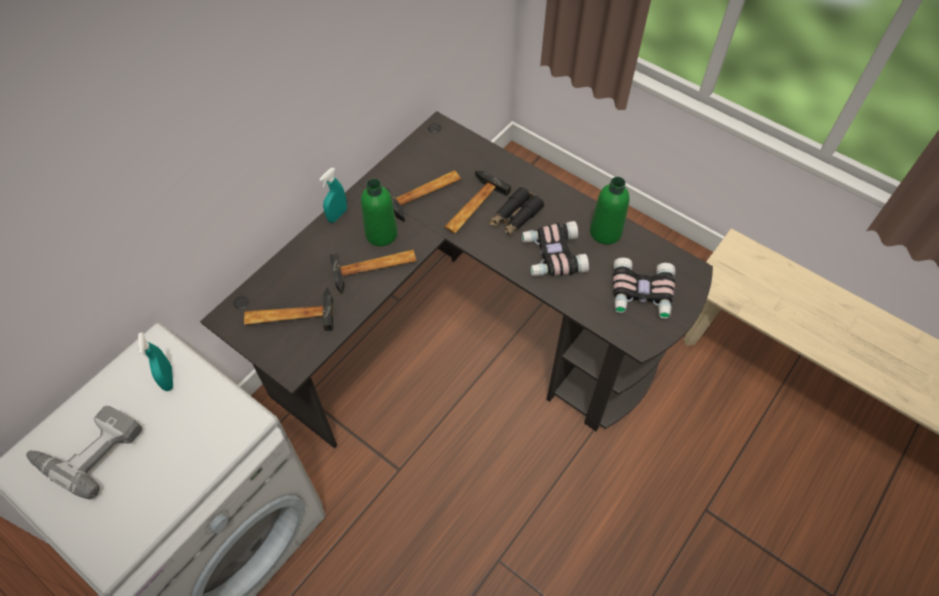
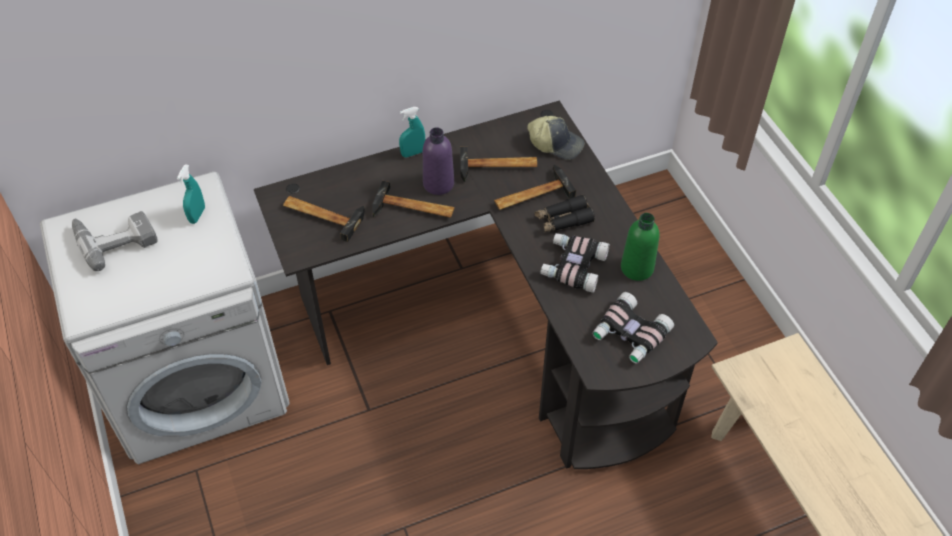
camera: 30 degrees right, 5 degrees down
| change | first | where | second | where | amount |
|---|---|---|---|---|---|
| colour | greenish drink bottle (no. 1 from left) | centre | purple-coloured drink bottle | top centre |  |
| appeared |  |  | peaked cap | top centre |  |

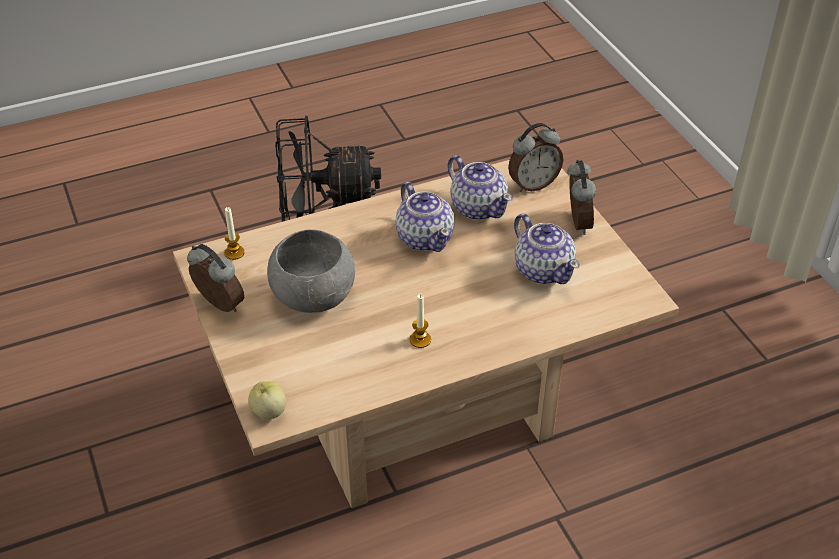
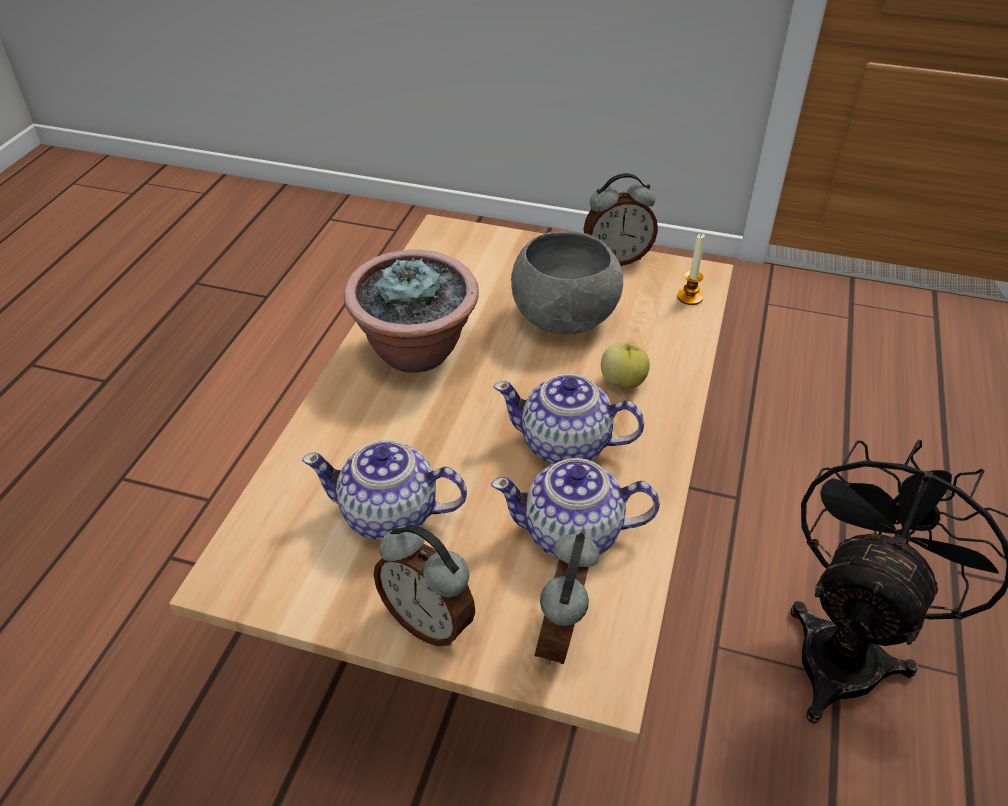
camera: 130 degrees right, 0 degrees up
| change | first | where | second | where | amount |
|---|---|---|---|---|---|
| relocated | whole apple | bottom left |  | centre |  |
| exchanged | wax candle (no. 2 from left) | centre | plant in a pot | centre |  |

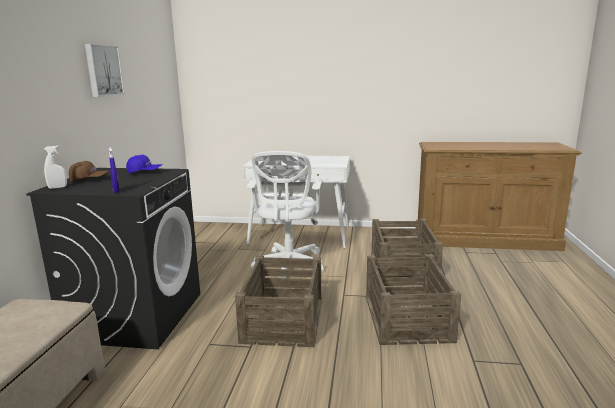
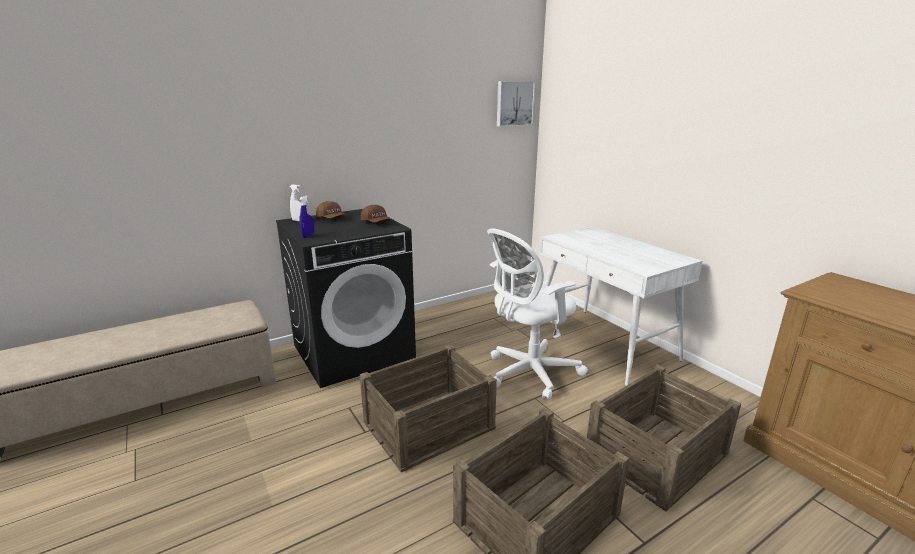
camera: 50 degrees right, 5 degrees up
| change | first | where | second | where | amount |
|---|---|---|---|---|---|
| relocated | wall picture | top left |  | top centre |  |
| colour | blue peaked cap | middle left | brown-coloured peaked cap (no. 2 from left) | centre |  |

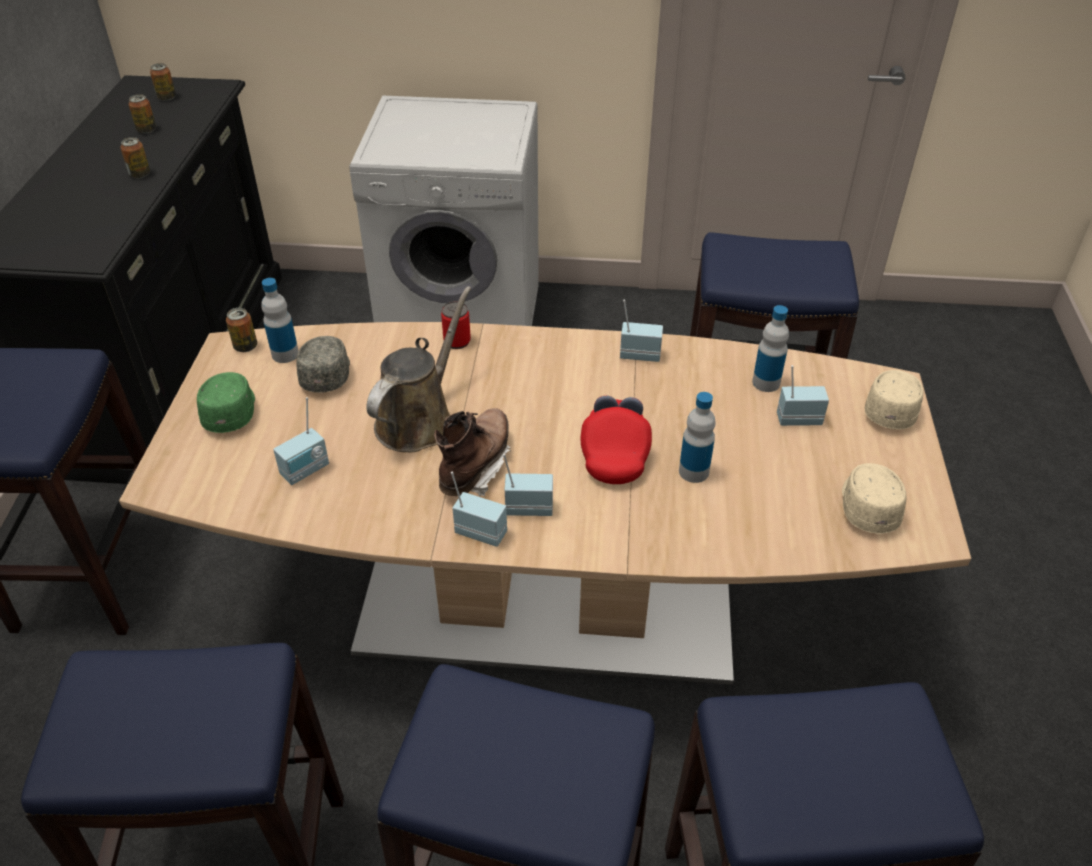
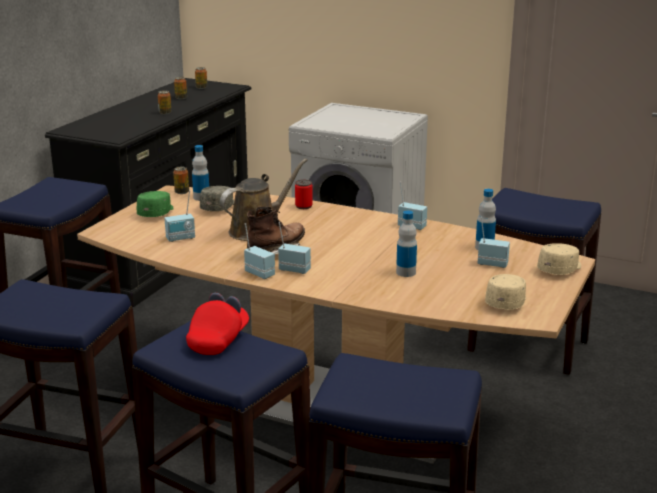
camera: 20 degrees right, 20 degrees down
| change | first | where | second | where | amount |
|---|---|---|---|---|---|
| relocated | red peaked cap | centre |  | middle left |  |

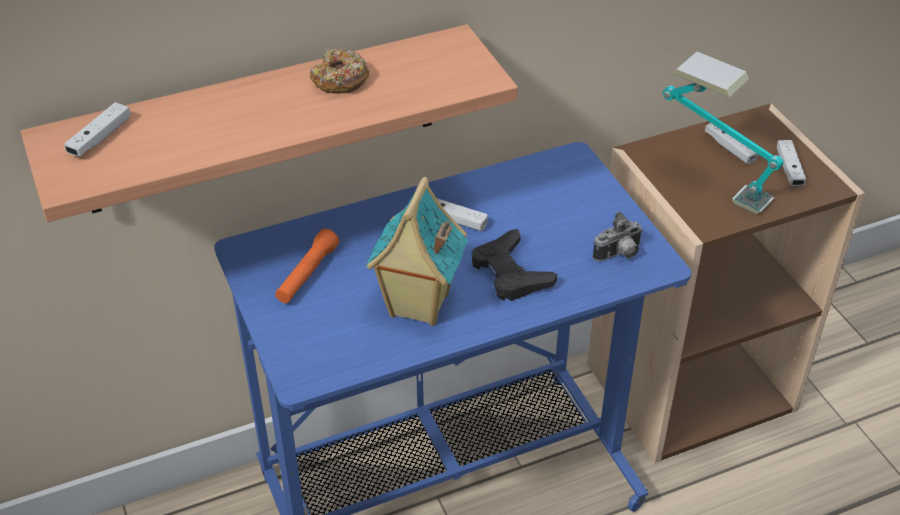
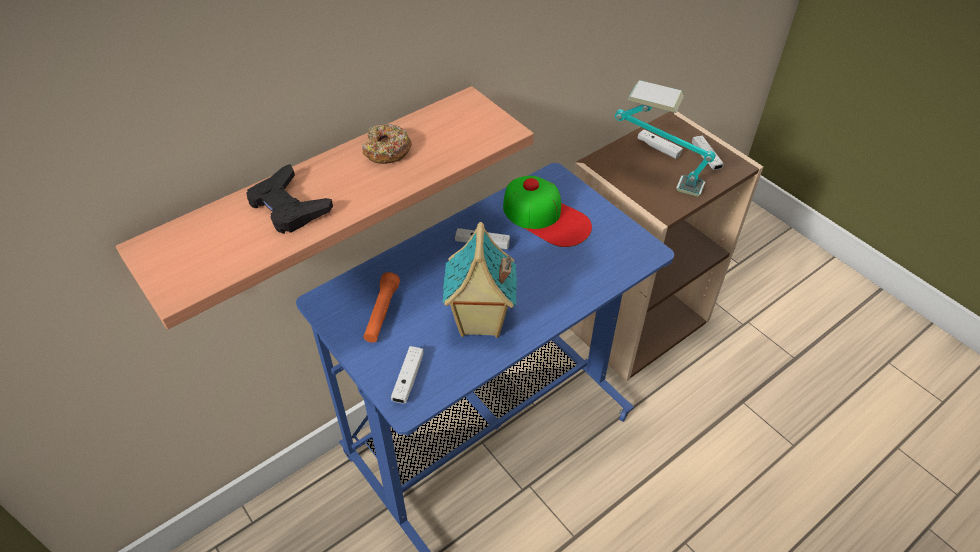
camera: 15 degrees left, 5 degrees up
| change | first | where | second | where | amount |
|---|---|---|---|---|---|
| relocated | white game controller (no. 1 from left) | top left |  | bottom centre |  |
| relocated | blackish game controller | centre |  | middle left |  |
| missing | photo camera | middle right |  |  |  |
| appeared |  |  | peaked cap | centre |  |

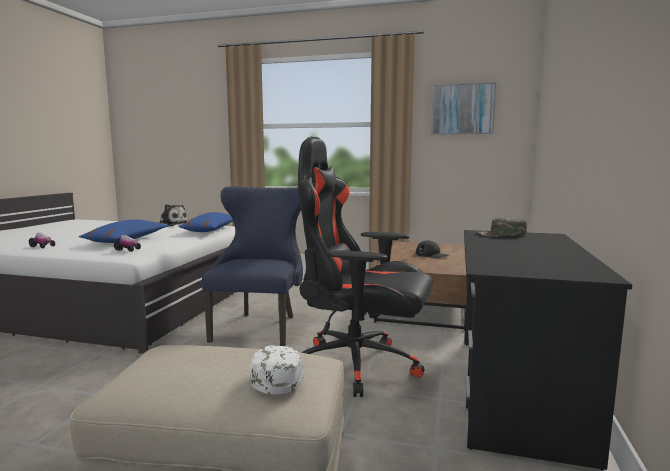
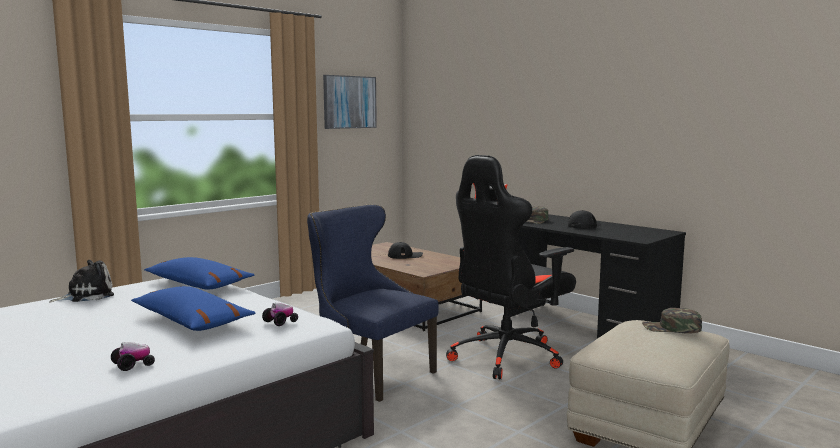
camera: 60 degrees left, 0 degrees up
| change | first | where | second | where | amount |
|---|---|---|---|---|---|
| colour | white peaked cap | bottom centre | greenish peaked cap (no. 2 from left) | bottom right |  |
| appeared |  |  | blackish peaked cap (no. 2 from left) | middle right |  |

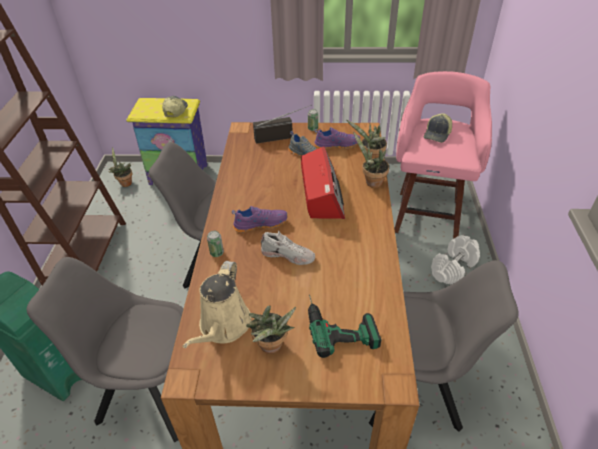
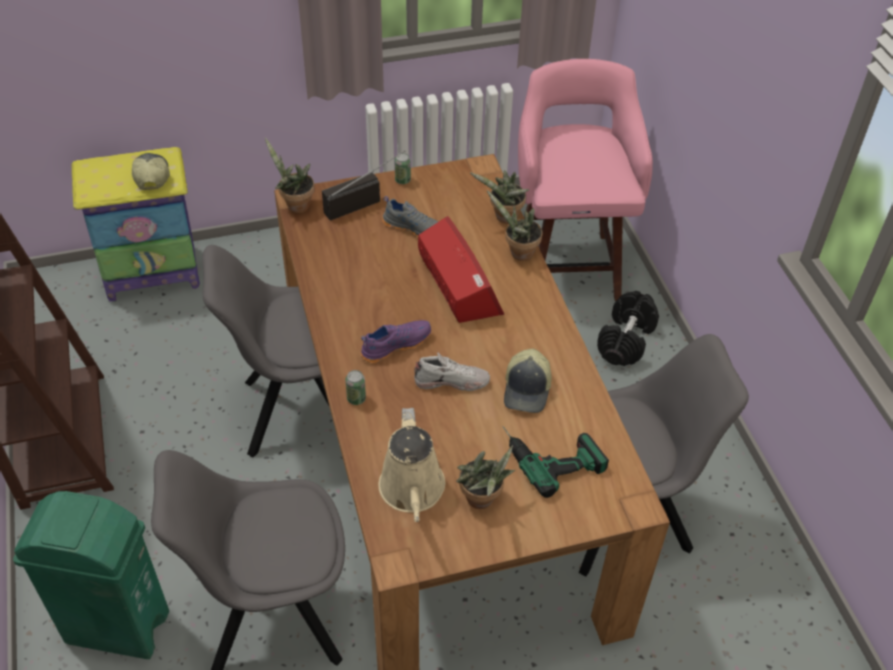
camera: 20 degrees left, 5 degrees up
| change | first | where | second | where | amount |
|---|---|---|---|---|---|
| relocated | plant in a pot (no. 1 from left) | middle left |  | top left |  |
| missing | purple-coloured item of footwear (no. 2 from left) | top centre |  |  |  |
| relocated | peaked cap (no. 2 from left) | top right |  | centre |  |
| colour | white hand weight | middle right | blackish hand weight | middle right |  |

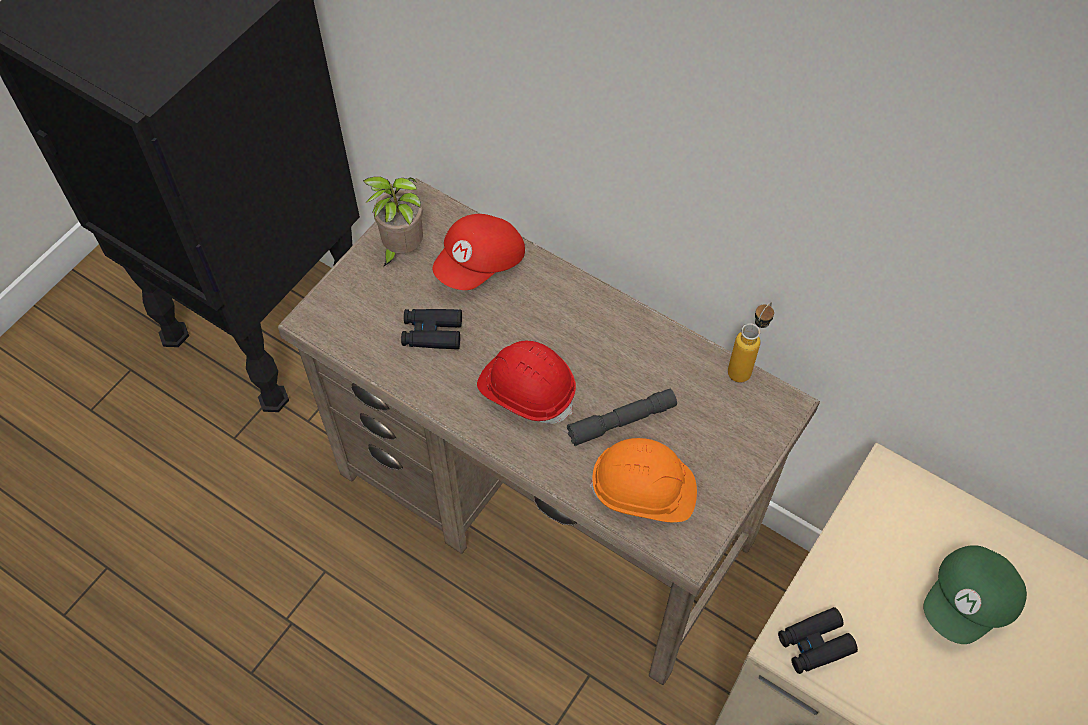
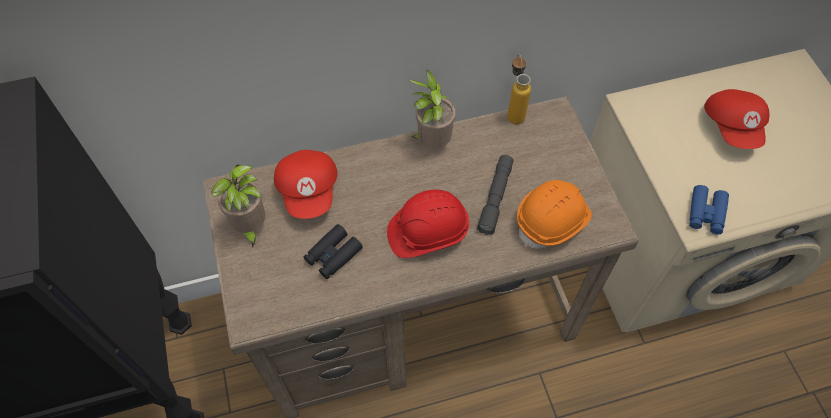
camera: 50 degrees left, 0 degrees up
| change | first | where | second | where | amount |
|---|---|---|---|---|---|
| colour | blackish binoculars (no. 2 from left) | bottom right | blue binoculars | middle right |  |
| colour | greenish peaked cap | bottom right | red peaked cap (no. 2 from left) | top right |  |
| appeared |  |  | plant in a pot (no. 2 from left) | top centre |  |

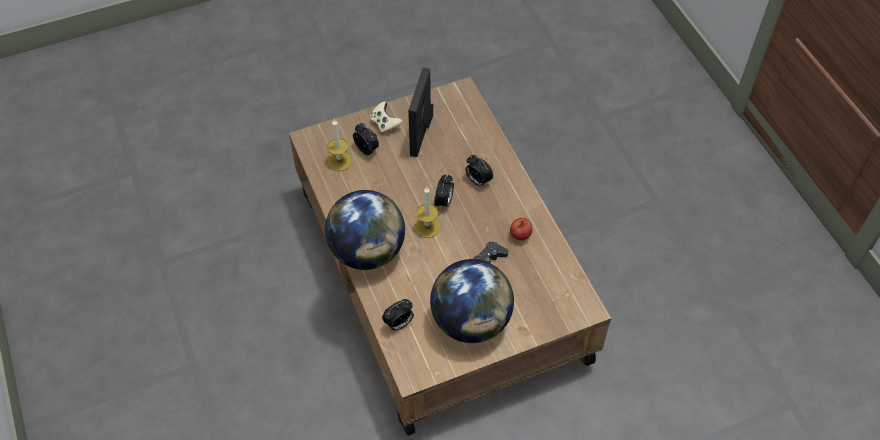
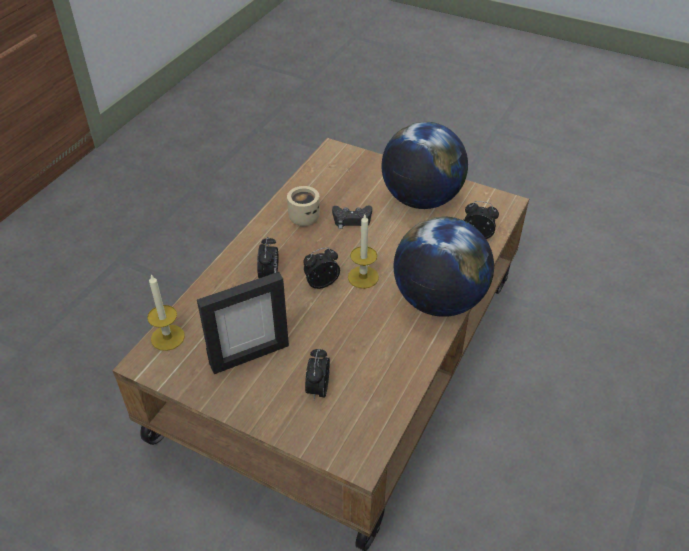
camera: 130 degrees left, 10 degrees down
| change | first | where | second | where | amount |
|---|---|---|---|---|---|
| relocated | wax candle (no. 1 from left) | top centre |  | middle left |  |
| missing | beige-coloured game controller | top centre |  |  |  |
| exchanged | whole apple | centre | beige-coloured tea mug | centre |  |

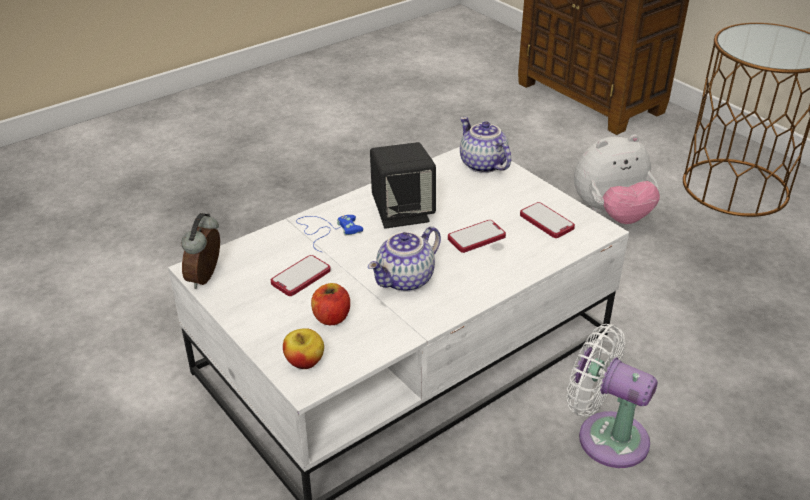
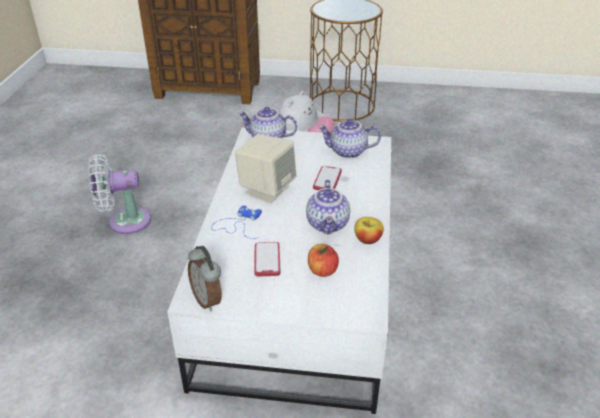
camera: 45 degrees left, 0 degrees up
| change | first | where | second | where | amount |
|---|---|---|---|---|---|
| relocated | whole apple (no. 1 from left in the first image) | bottom centre | whole apple (no. 2 from left) | centre |  |
| colour | blackish speaker | centre | beige-coloured speaker | centre |  |
| exchanged | telephone (no. 3 from left) | middle right | teapot (no. 3 from left) | top centre |  |
| relocated | white cooling fan | bottom right |  | middle left |  |

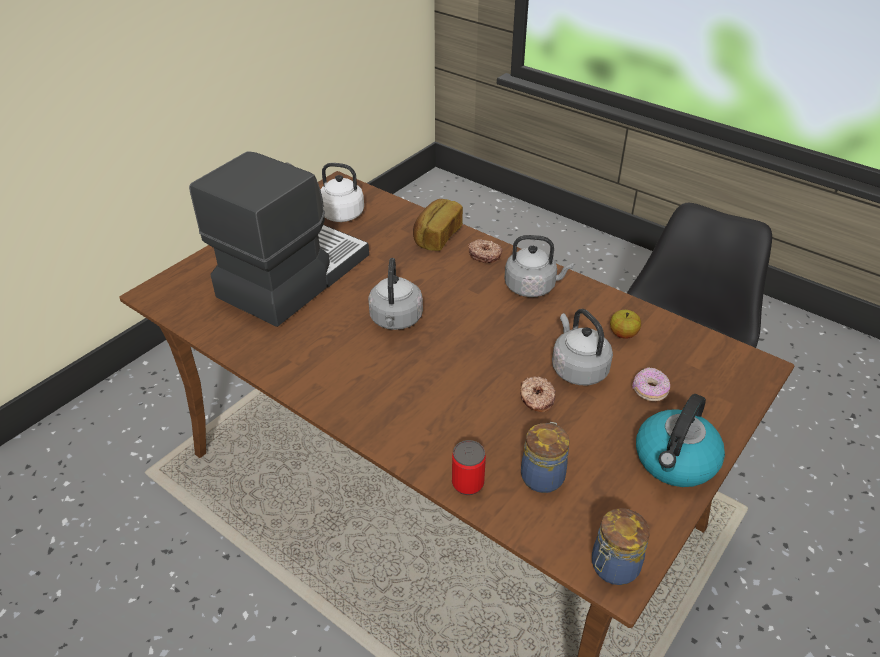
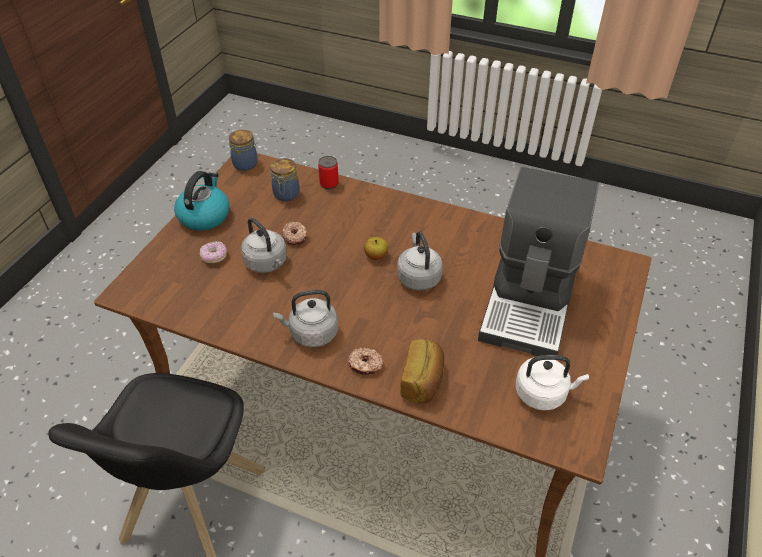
camera: 165 degrees right, 5 degrees up
| change | first | where | second | where | amount |
|---|---|---|---|---|---|
| relocated | whole apple | middle right |  | centre |  |

